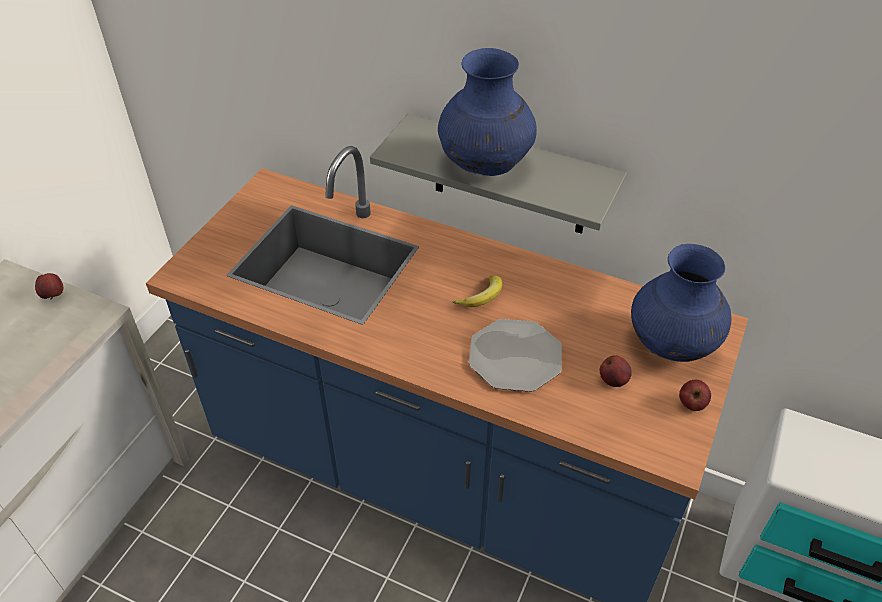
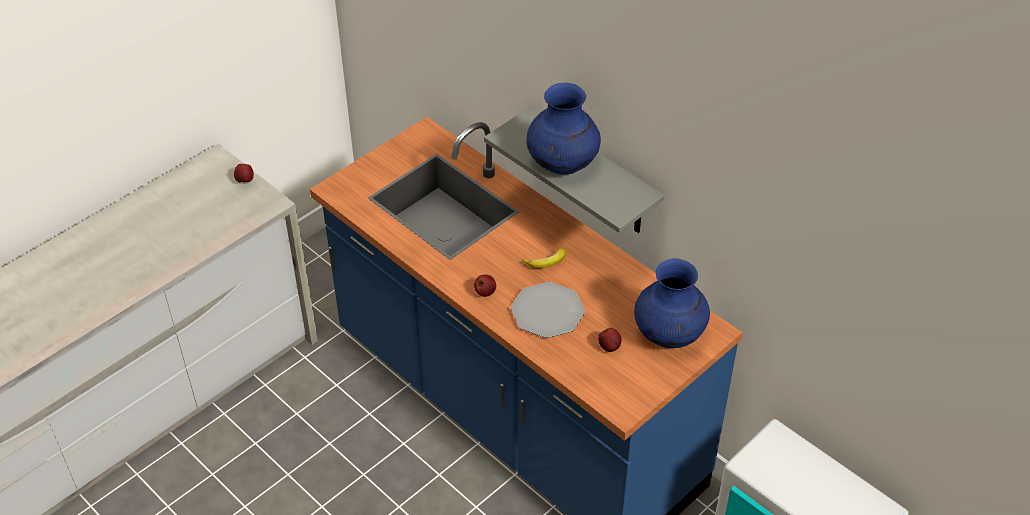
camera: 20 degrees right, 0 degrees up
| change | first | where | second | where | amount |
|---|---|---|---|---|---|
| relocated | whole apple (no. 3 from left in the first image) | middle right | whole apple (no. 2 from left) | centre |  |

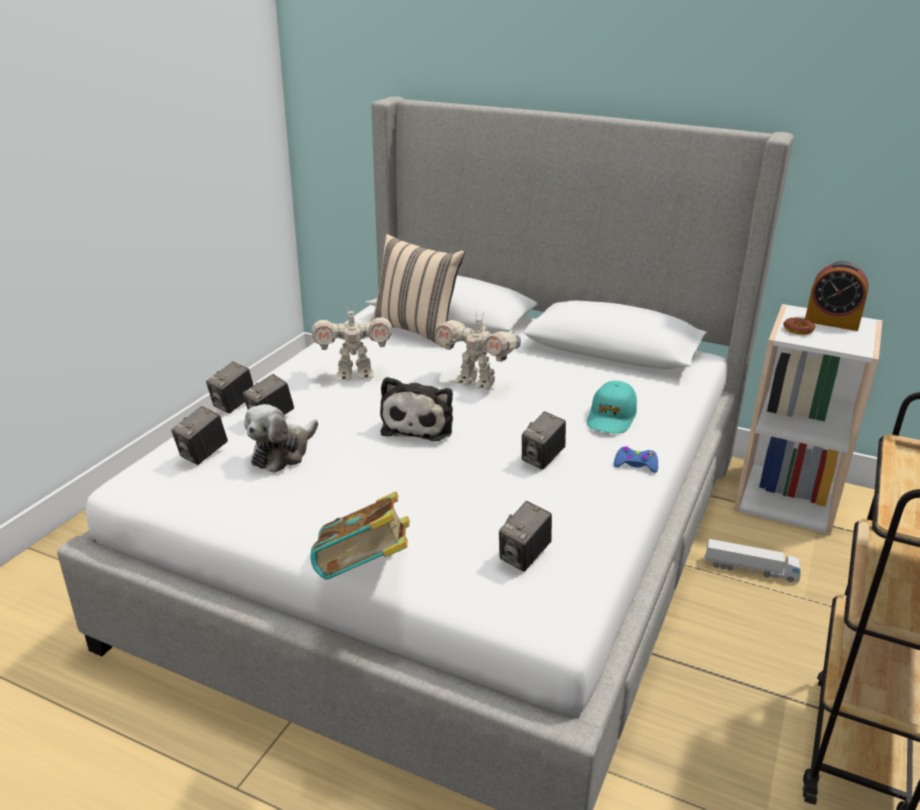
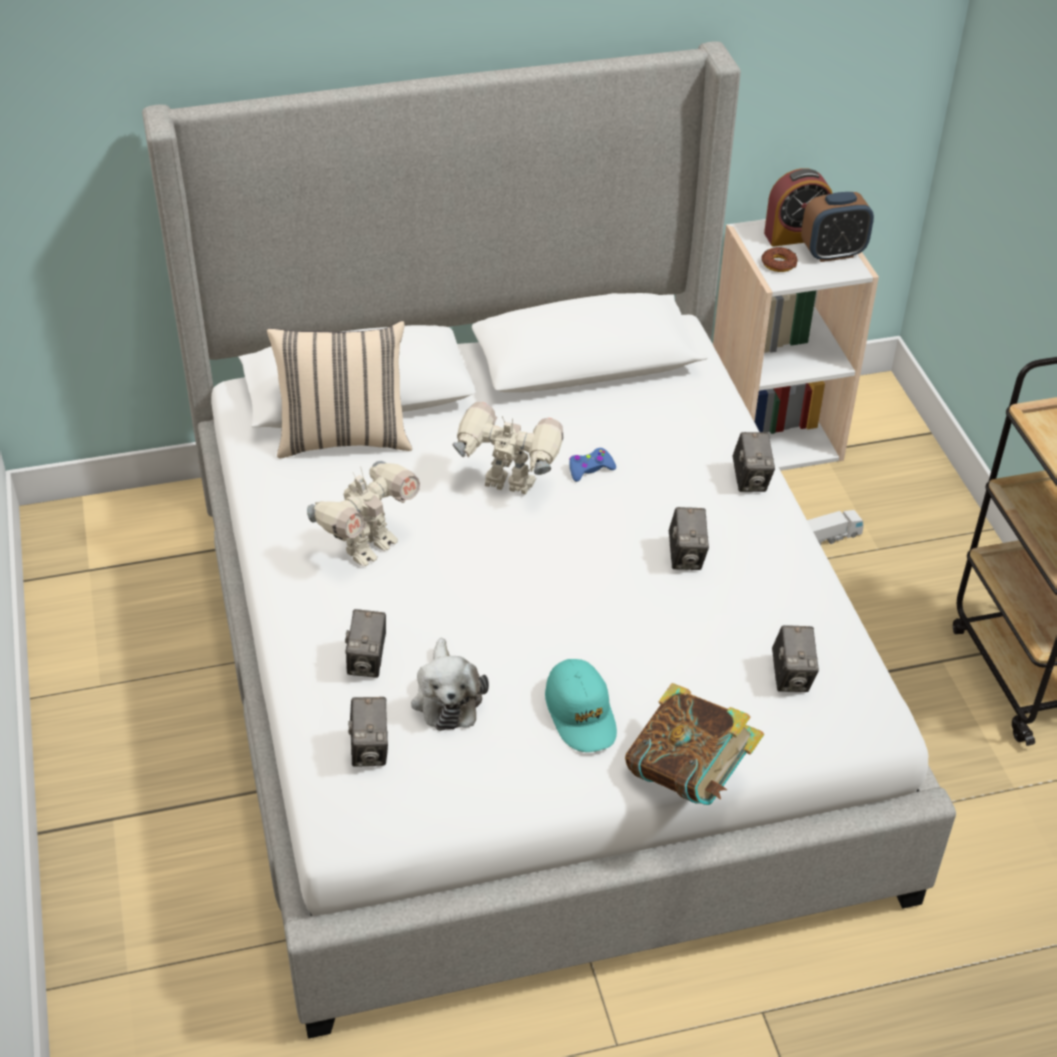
camera: 40 degrees left, 15 degrees up
| change | first | where | second | where | amount |
|---|---|---|---|---|---|
| relocated | photo camera (no. 2 from left in the first image) | middle left | photo camera (no. 4 from left) | middle right |  |
| missing | soft toy (no. 2 from left) | centre |  |  |  |
| spun | toy robot (no. 2 from left) | centre |  | centre | 150 degrees counterclockwise |
| relocated | turquoise-coloured peaked cap | centre |  | bottom centre |  |
| relocated | blue game controller | middle right |  | centre |  |
| appeared |  |  | alarm clock (no. 2 from left) | top right |  |

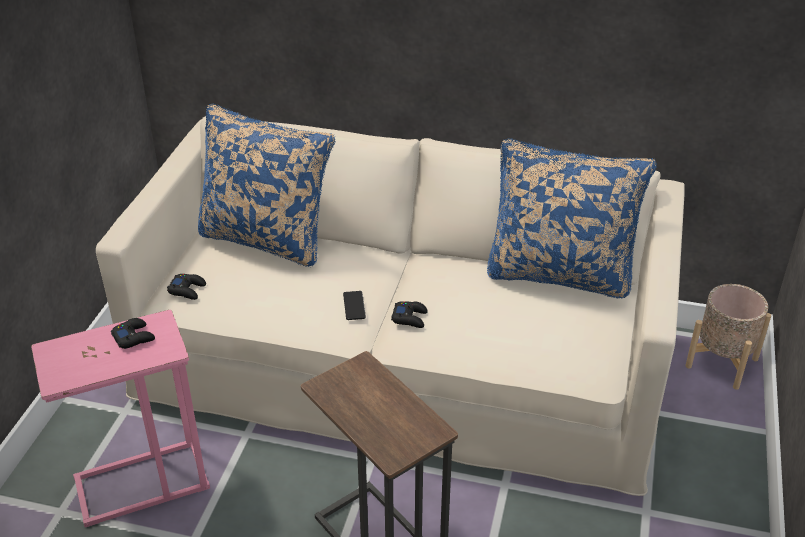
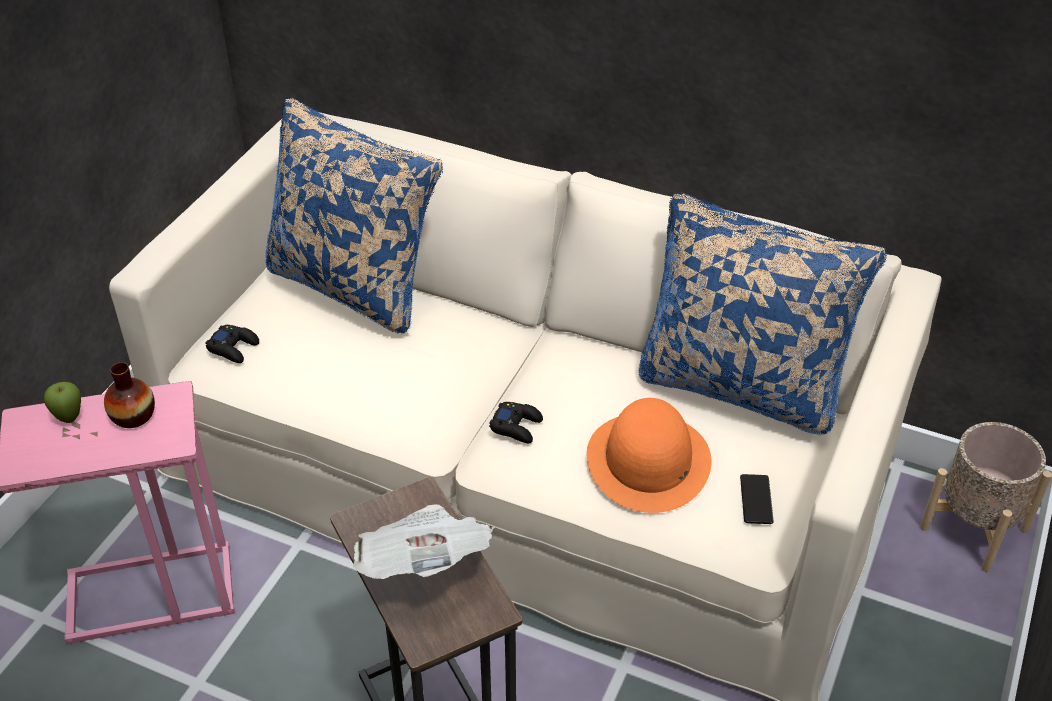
camera: 10 degrees right, 5 degrees up
| change | first | where | second | where | amount |
|---|---|---|---|---|---|
| exchanged | blackish game controller (no. 1 from left) | middle left | vase | middle left |  |
| relocated | telephone | centre |  | bottom right |  |
| appeared |  |  | whole apple | middle left |  |
| appeared |  |  | printed paper | bottom centre |  |
| appeared |  |  | orange-coloured hat | centre |  |

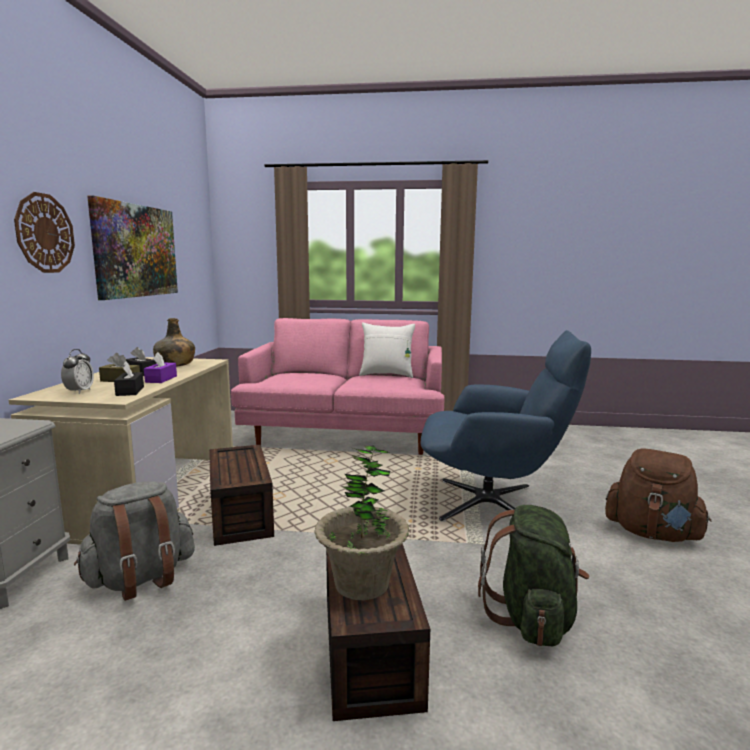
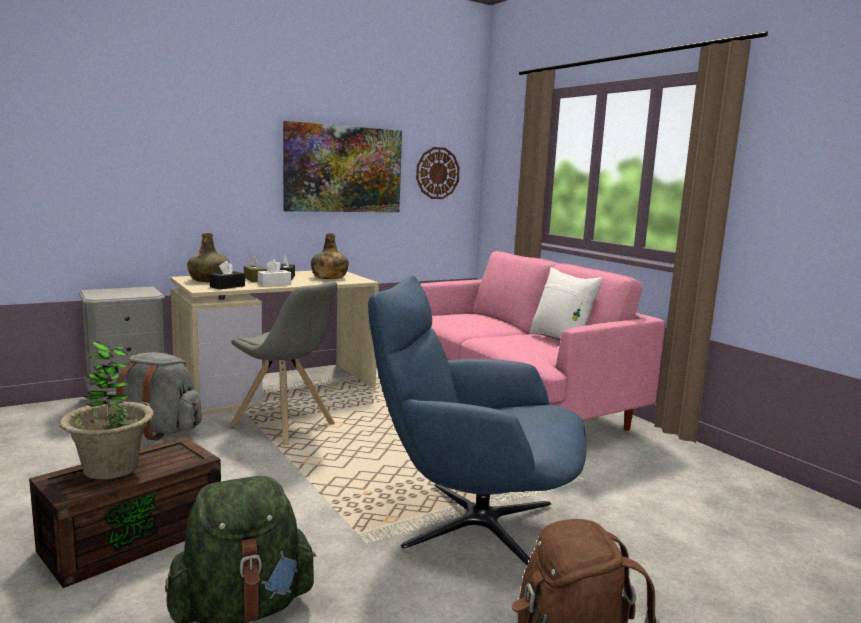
camera: 50 degrees right, 0 degrees up
| change | first | where | second | where | amount |
|---|---|---|---|---|---|
| relocated | hanging clock | top left |  | top centre |  |
| exchanged | alarm clock | middle left | greenish drink bottle (no. 1 from left) | middle left |  |
| colour | purple-coloured tissue box | middle left | white tissue box | middle left |  |
| exchanged | brown-coloured storage box (no. 1 from left) | middle left | gray plain chair | middle left |  |
| spun | blue armchair | middle right |  | bottom centre | 135 degrees clockwise |

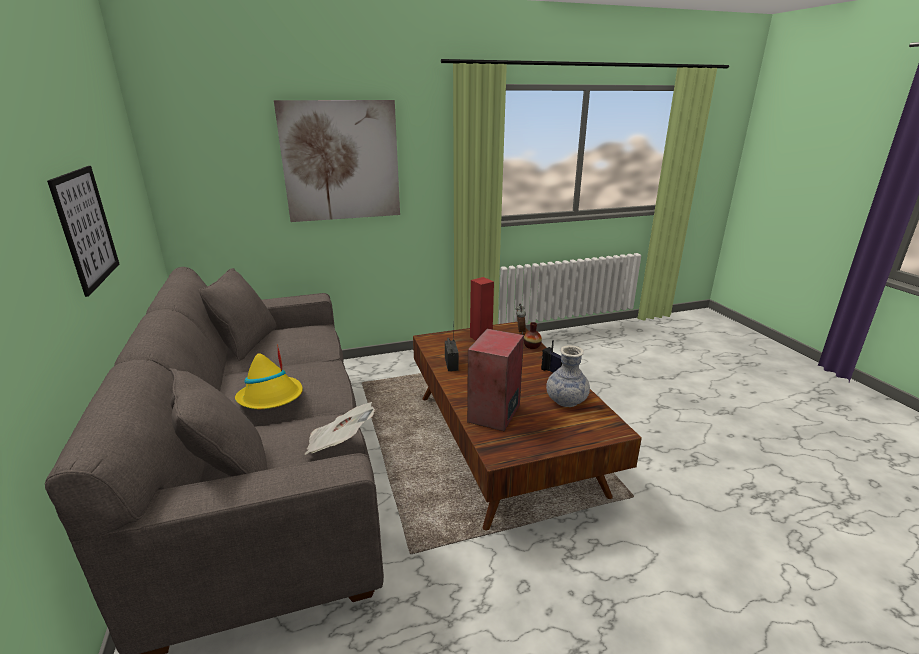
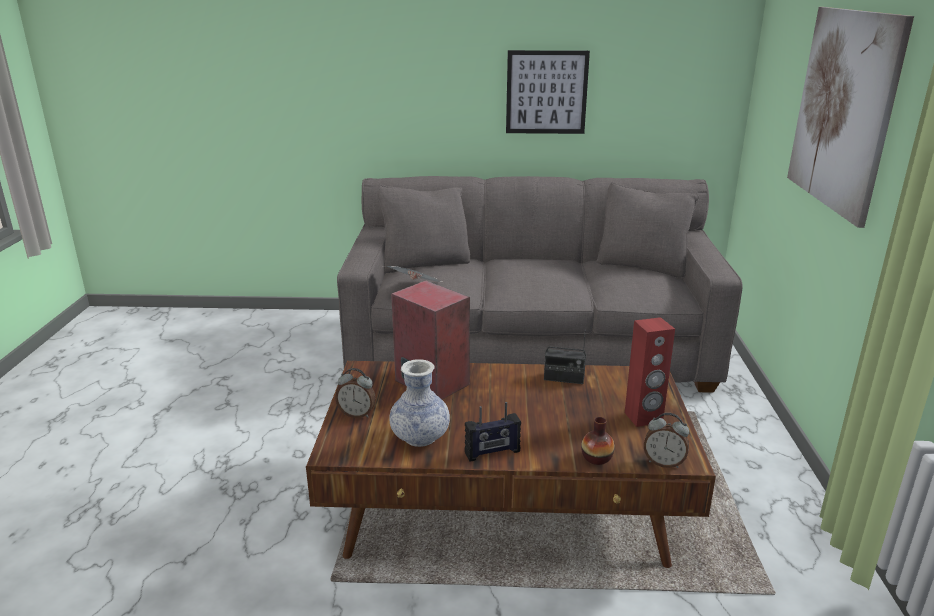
camera: 110 degrees right, 0 degrees up
| change | first | where | second | where | amount |
|---|---|---|---|---|---|
| missing | yellowish hat | middle left |  |  |  |
| appeared |  |  | alarm clock (no. 1 from left) | centre |  |

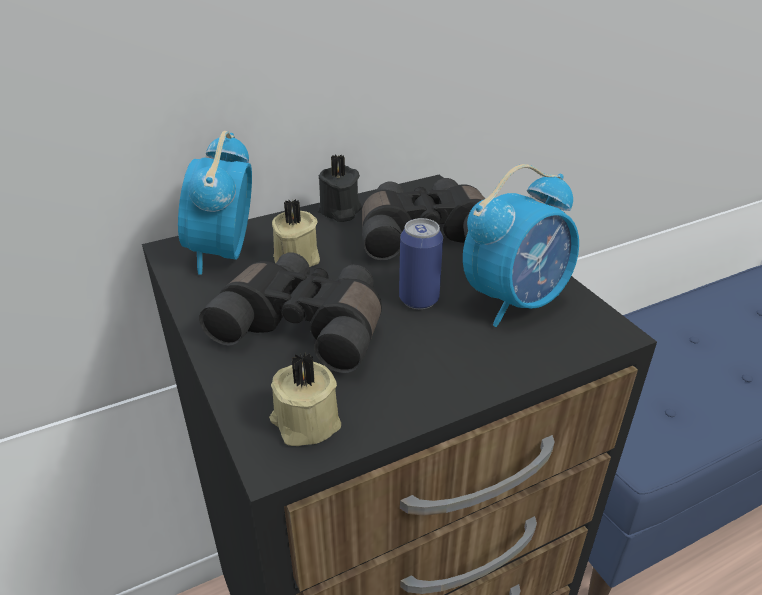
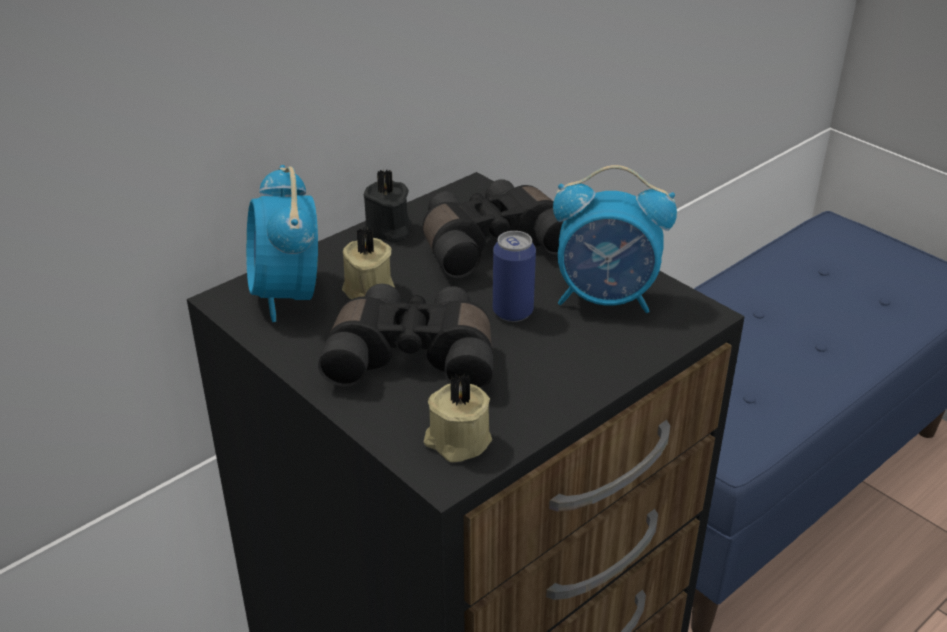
camera: 15 degrees left, 0 degrees up
| change | first | where | second | where | amount |
|---|---|---|---|---|---|
| spun | alarm clock (no. 2 from left) | middle right |  | centre | 60 degrees clockwise |

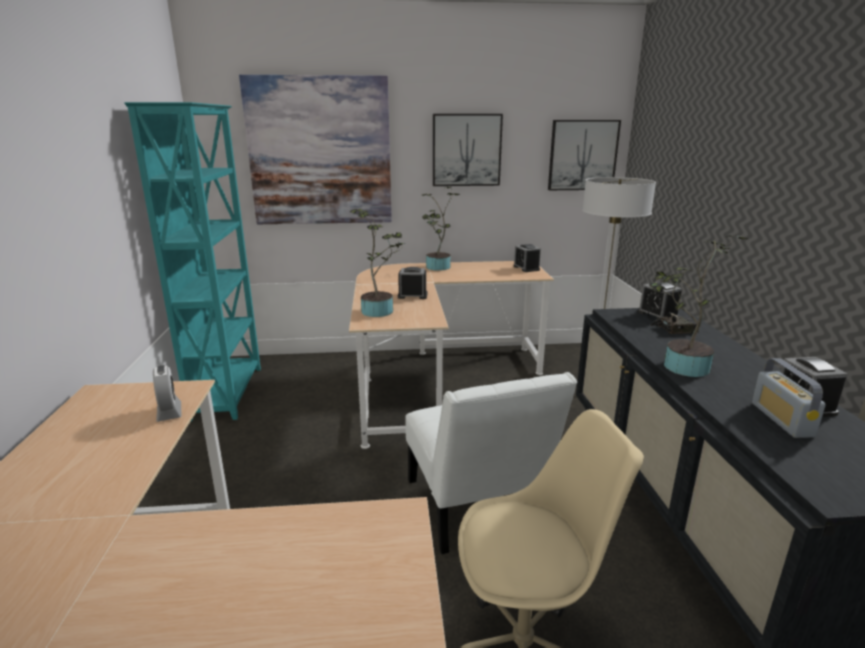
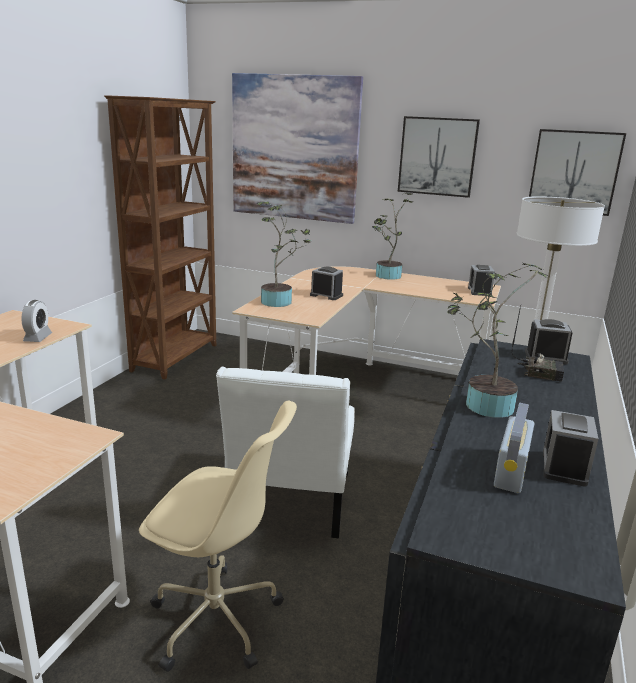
camera: 25 degrees right, 0 degrees up
| change | first | where | second | where | amount |
|---|---|---|---|---|---|
| colour | turquoise-coloured bookcase | middle left | brown-coloured bookcase | middle left |  |
| spun | alarm clock (no. 4 from left) | middle right |  | middle right | 105 degrees clockwise |

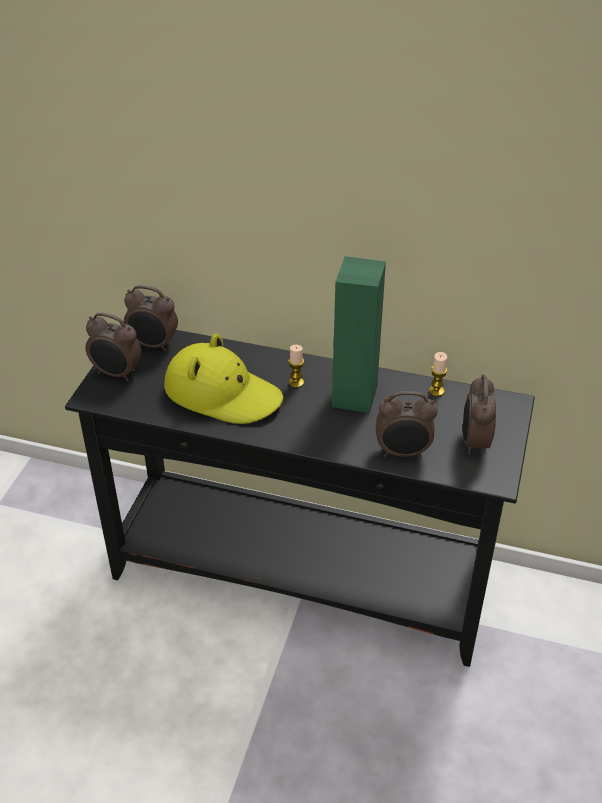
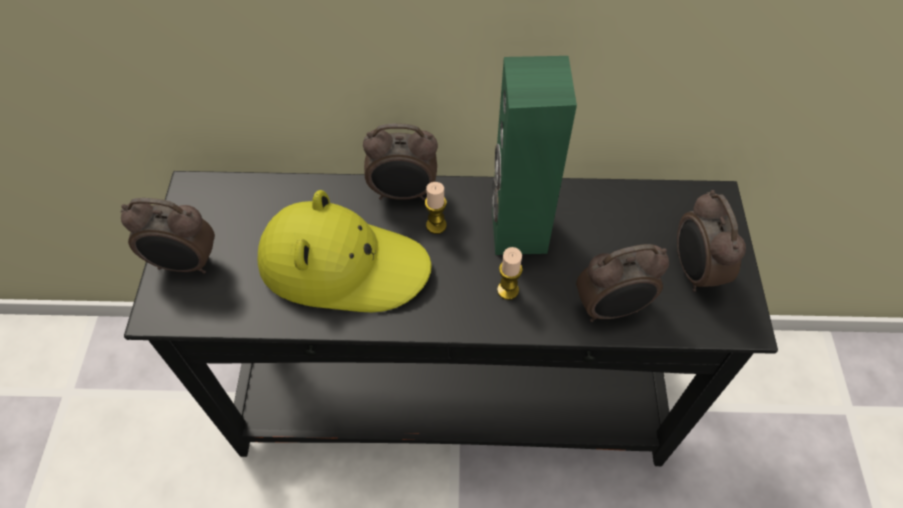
camera: 15 degrees left, 15 degrees up
| change | first | where | second | where | amount |
|---|---|---|---|---|---|
| relocated | alarm clock (no. 2 from left) | middle left |  | top centre |  |
| relocated | wax candle (no. 2 from left) | middle right |  | centre |  |

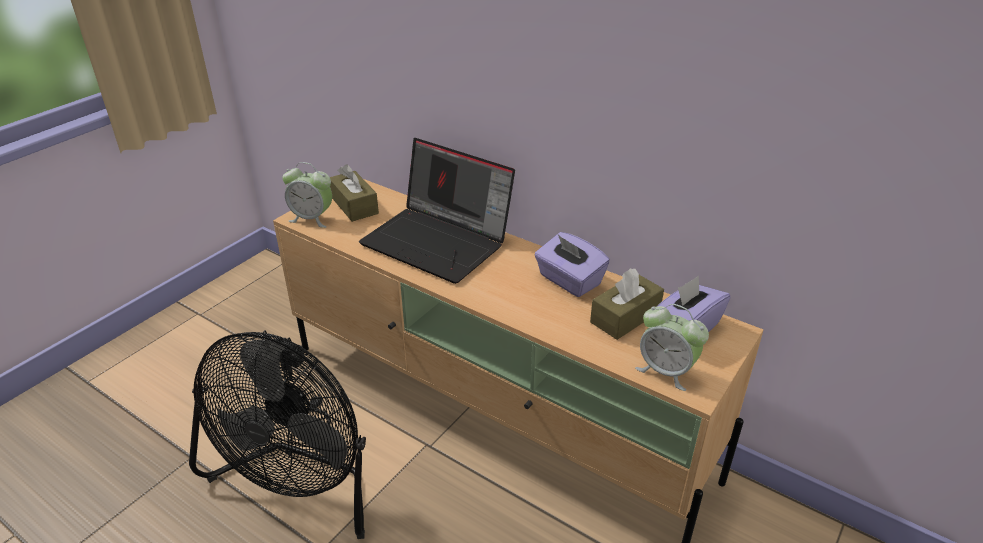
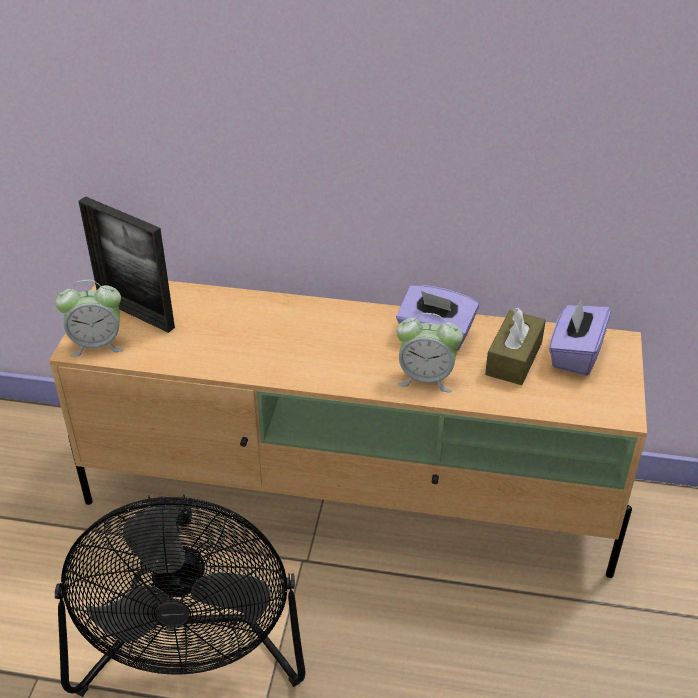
camera: 25 degrees left, 5 degrees up
| change | first | where | second | where | amount |
|---|---|---|---|---|---|
| exchanged | brown-coloured tissue box (no. 1 from left) | centre | standing frame | middle left |  |
| missing | notebook computer | centre |  |  |  |
| relocated | alarm clock (no. 2 from left) | middle right |  | centre |  |

